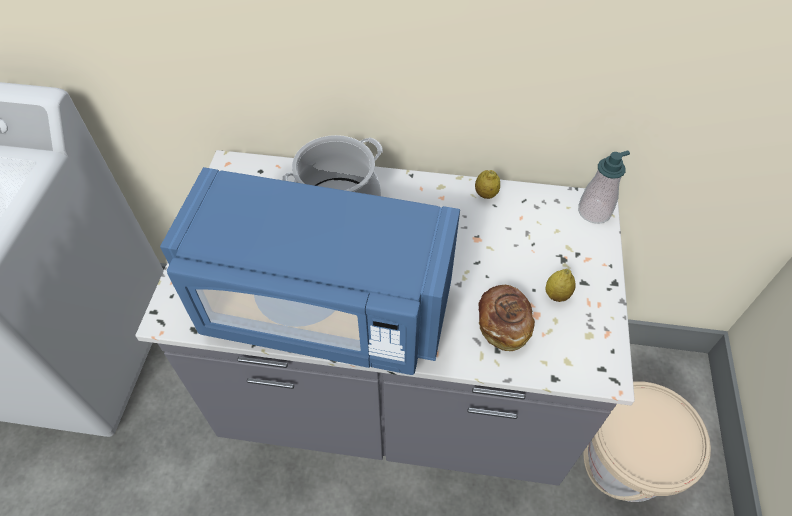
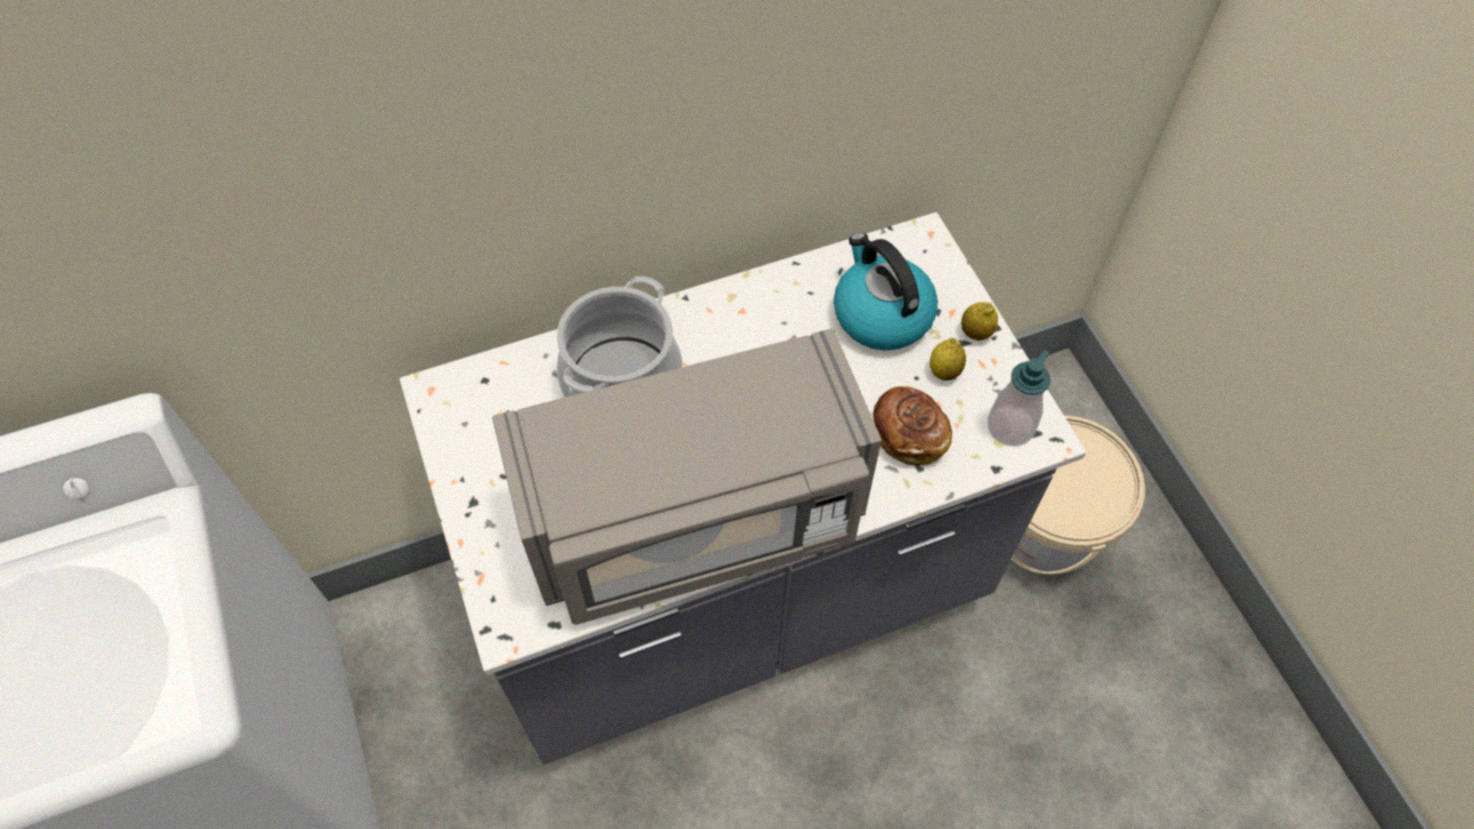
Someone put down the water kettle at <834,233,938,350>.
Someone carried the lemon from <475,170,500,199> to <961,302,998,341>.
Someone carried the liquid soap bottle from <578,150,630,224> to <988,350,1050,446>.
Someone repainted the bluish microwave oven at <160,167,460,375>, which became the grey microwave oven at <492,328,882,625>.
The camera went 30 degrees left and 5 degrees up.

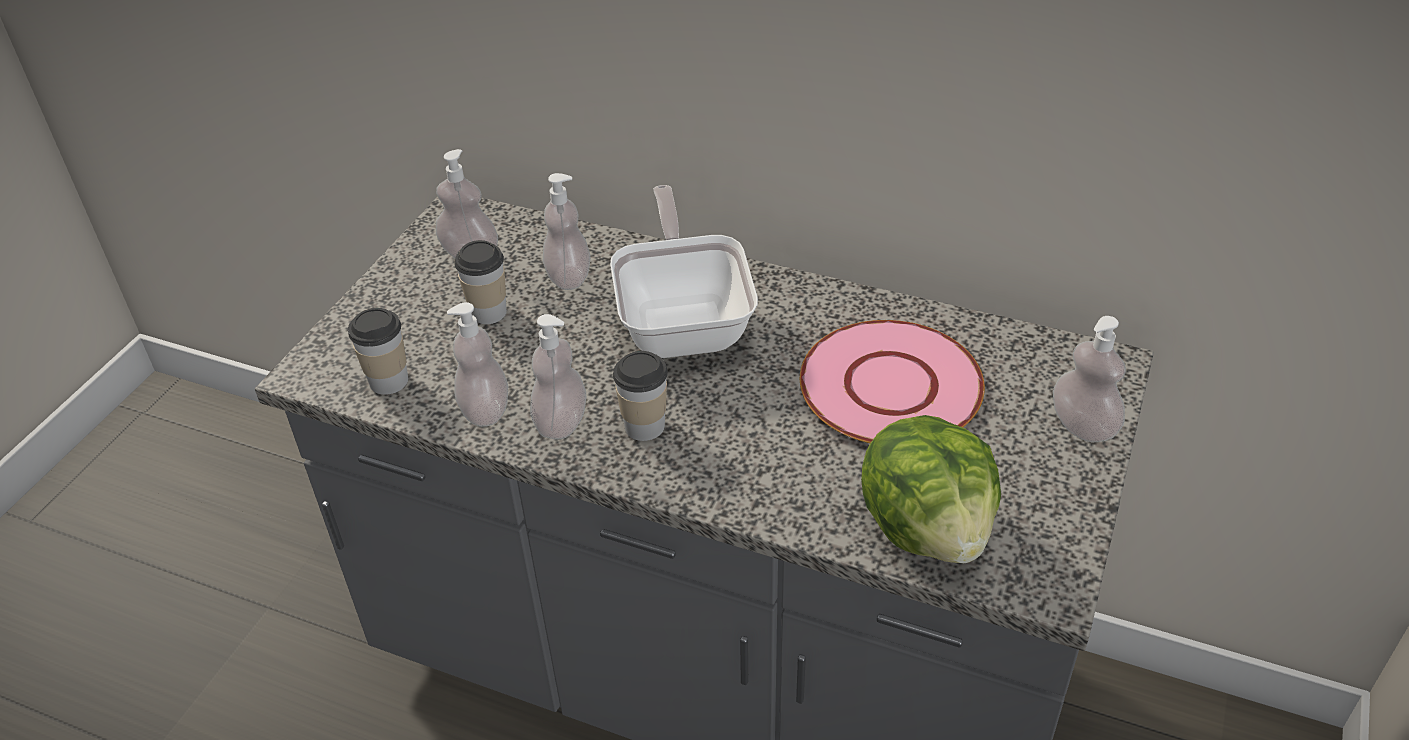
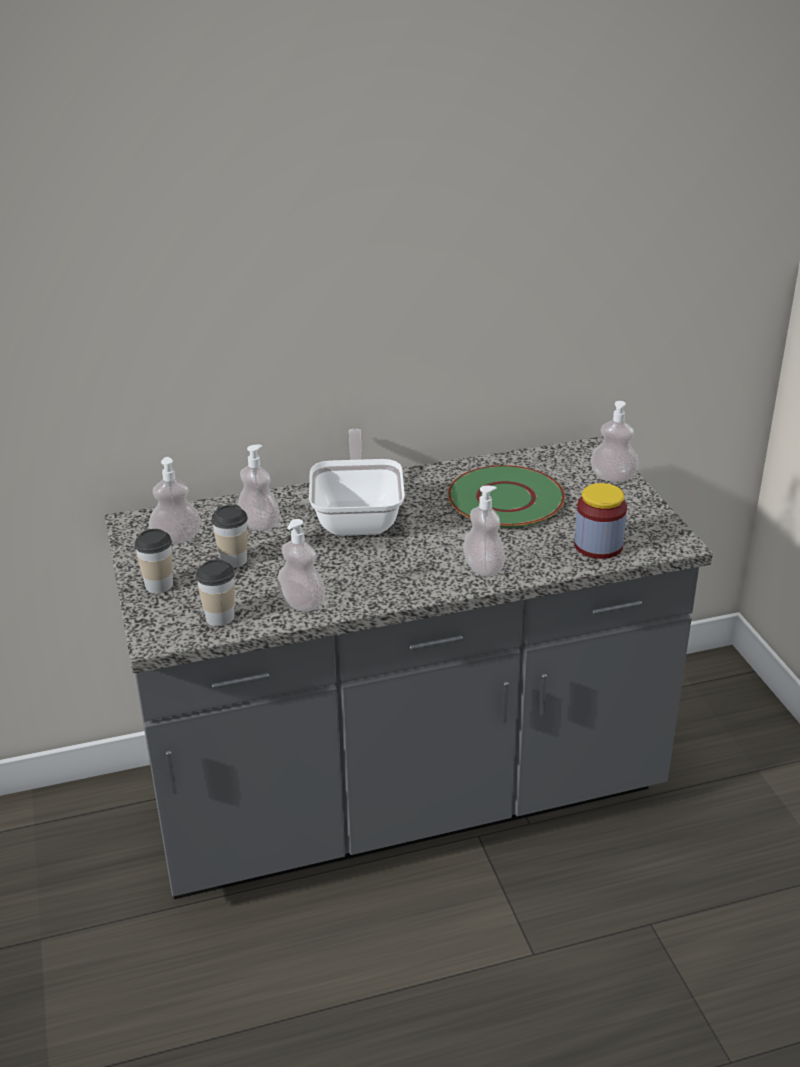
Someone carried the liquid soap bottle from <530,314,586,439> to <463,486,505,577>.
Someone carried the cup from <613,351,668,441> to <134,529,173,593>.
Someone swapped the lettuce at <861,415,1001,563> for the storage jar at <574,483,627,559>.
Someone repainted the pink-coloured plate at <800,320,985,443>, which became the green-coloured plate at <448,465,565,528>.
Someone rotated the skillet at <610,185,758,358> by 45 degrees clockwise.
The camera went 40 degrees left and 10 degrees down.

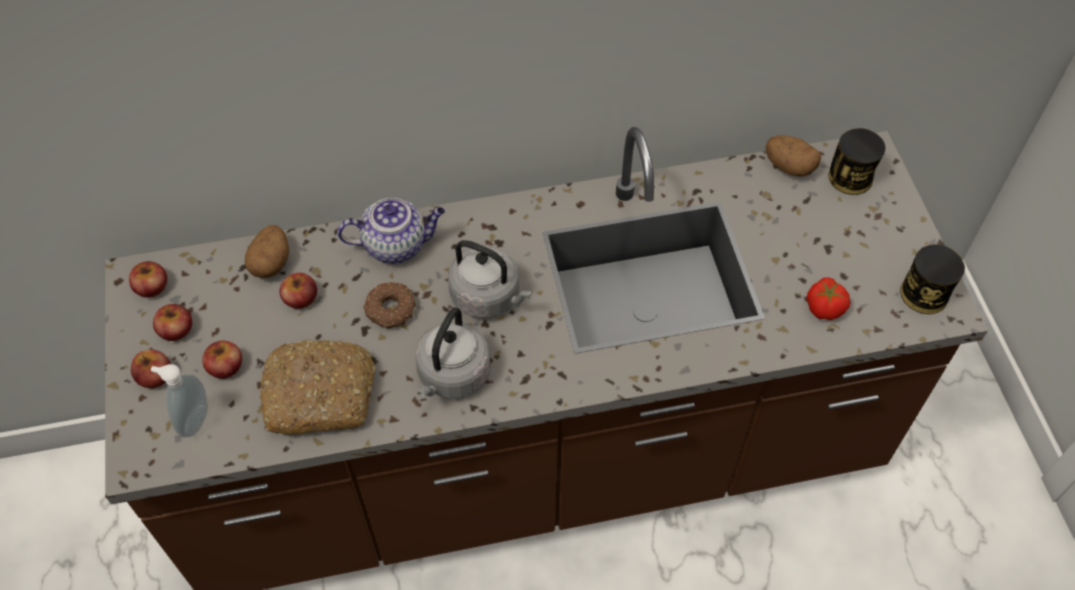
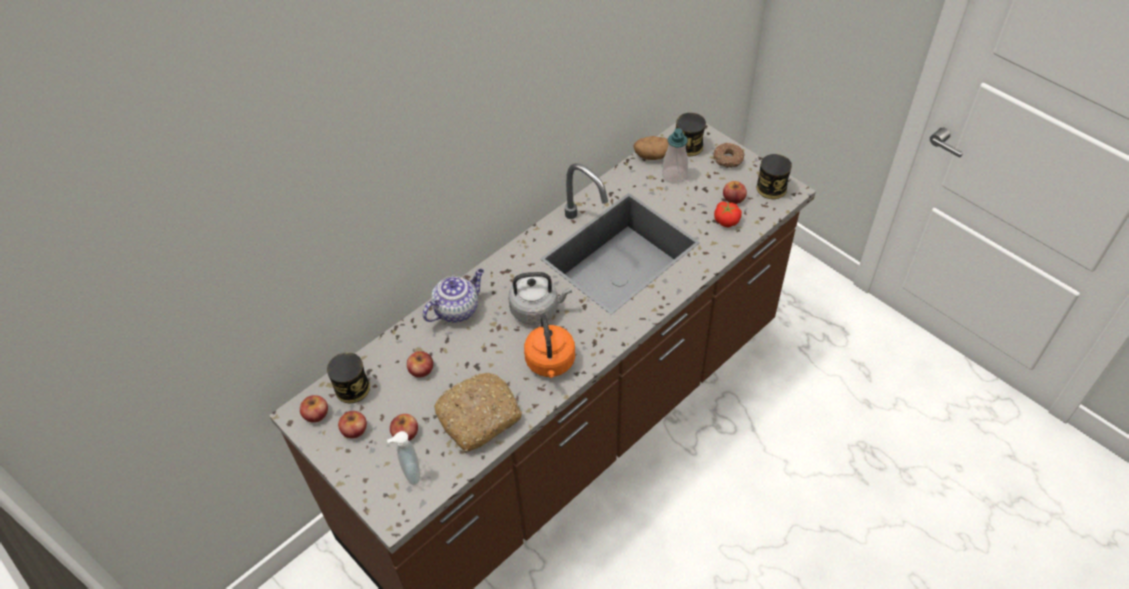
Someone took away the whole potato at <245,225,289,278>.
Someone put down the sealed can at <327,352,370,403>.
Someone put down the liquid soap bottle at <662,128,688,184>.
Someone carried the whole apple from <131,350,171,388> to <723,181,747,204>.
Someone carried the donut from <363,282,416,328> to <713,143,745,168>.
Someone repainted the grey water kettle at <415,307,491,398>, which became the orange water kettle at <524,313,575,378>.
The camera went 30 degrees left and 5 degrees down.

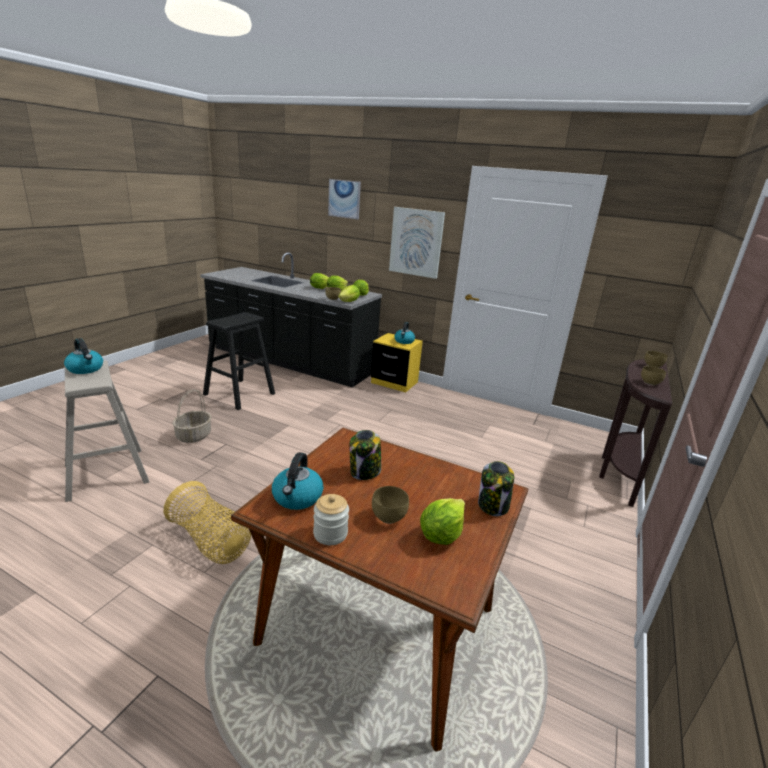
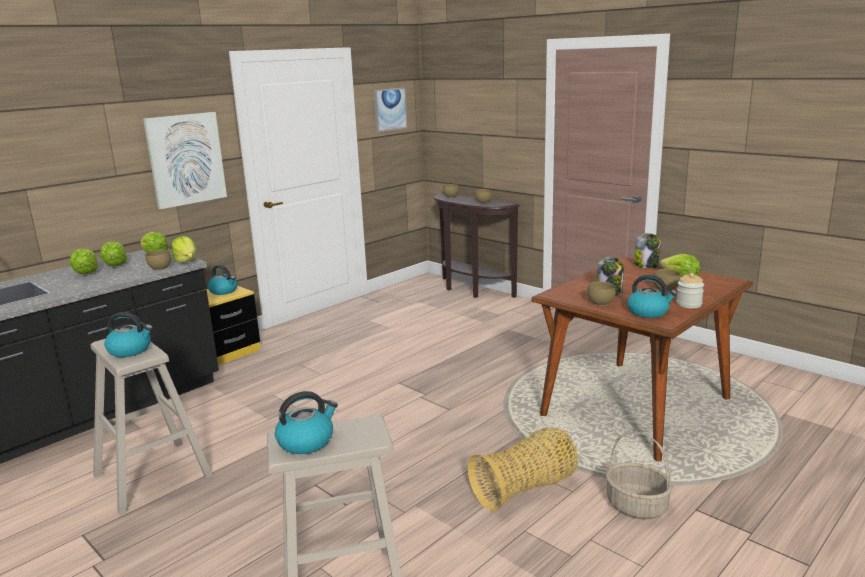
Someone put down the water kettle at <104,312,153,357>.
Someone put down the brownish deep dish at <587,282,616,306>.
Someone carried the basket from <173,389,212,443> to <605,431,673,519>.
Someone carried the wall art from <328,179,361,219> to <374,88,407,132>.
Someone repainted the blackish stool at <203,312,275,410>, which became the beige stool at <91,339,213,515>.
The camera went 70 degrees left and 5 degrees down.

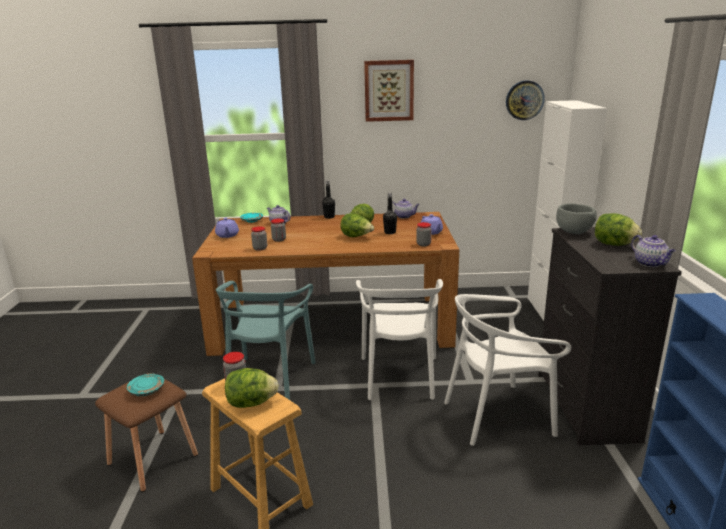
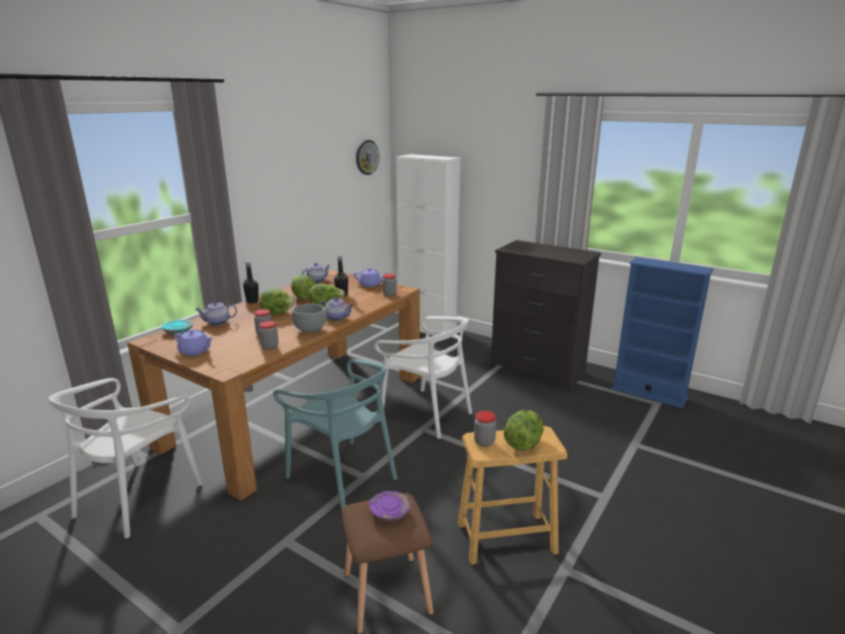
Someone took away the wall art at <364,60,414,122>.
Someone carried the whitish plain chair from <444,294,571,446> to <48,378,203,538>.
Someone carried the grey deep dish from <556,203,597,234> to <292,304,327,332>.
Someone carried the lettuce from <595,213,642,246> to <260,289,296,315>.
Someone carried the tea pot from <631,235,676,267> to <319,297,354,321>.
Someone repainted the turquoise-coloured plate at <127,374,164,396>, which became the purple-coloured plate at <369,491,411,521>.
The camera went 55 degrees left and 0 degrees up.

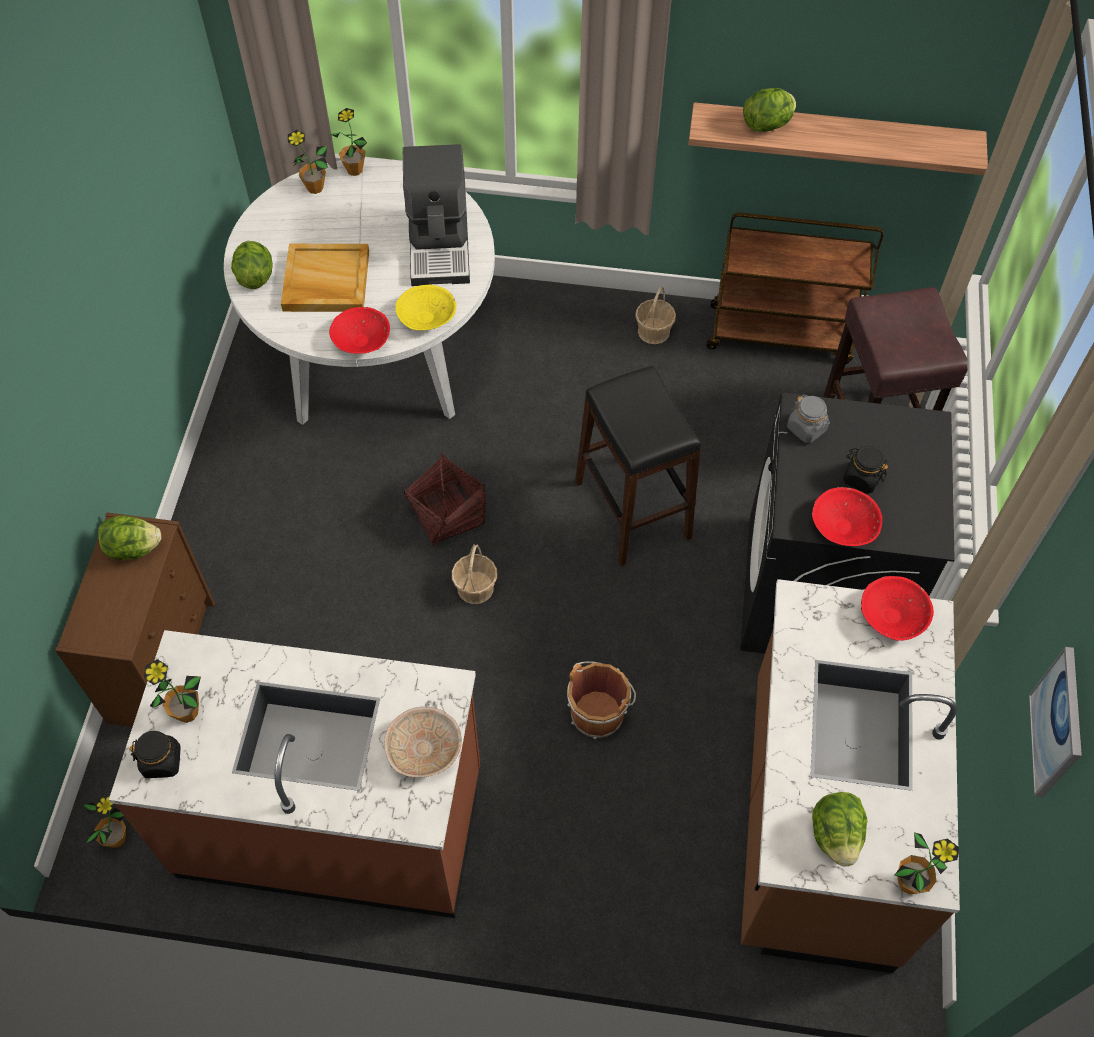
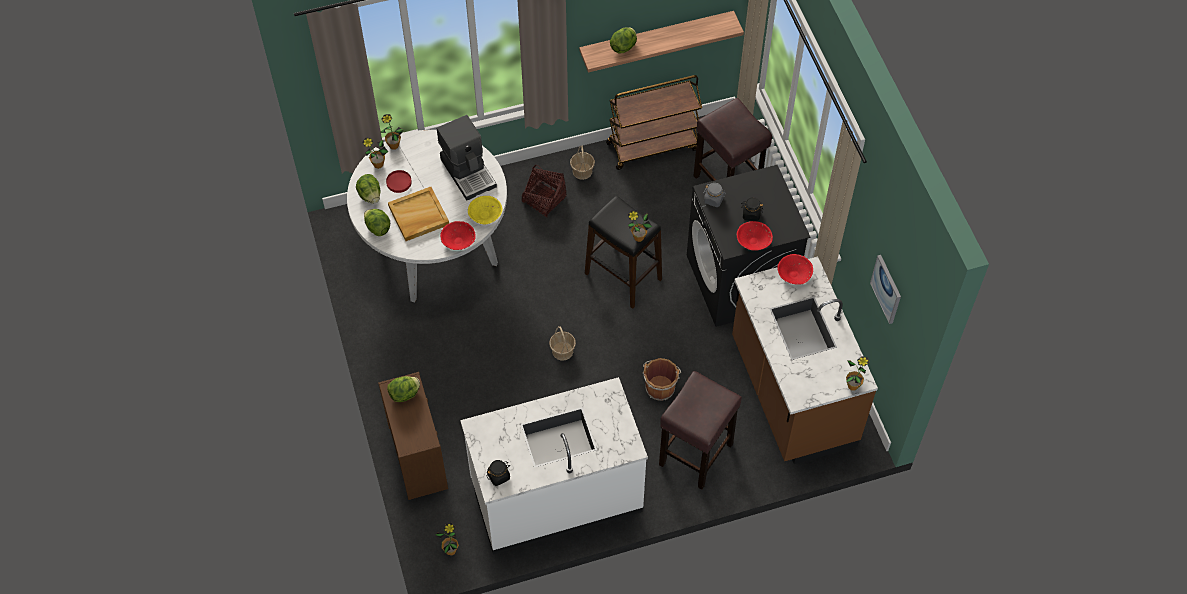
Someone took away the beige deep dish at <384,707,462,778>.
Someone put down the red plate at <386,170,412,193>.
Someone put down the brownish stool at <659,371,742,490>.
Someone carried the potted plant from <144,659,201,723> to <628,210,652,242>.
Someone carried the basket from <403,453,486,547> to <522,165,567,217>.
Someone carried the lettuce from <812,792,867,866> to <356,174,380,203>.
Someone repainted the brownish kitchen counter at <109,630,480,918>, which became the whitish kitchen counter at <460,377,648,555>.
The camera went 25 degrees left and 0 degrees up.

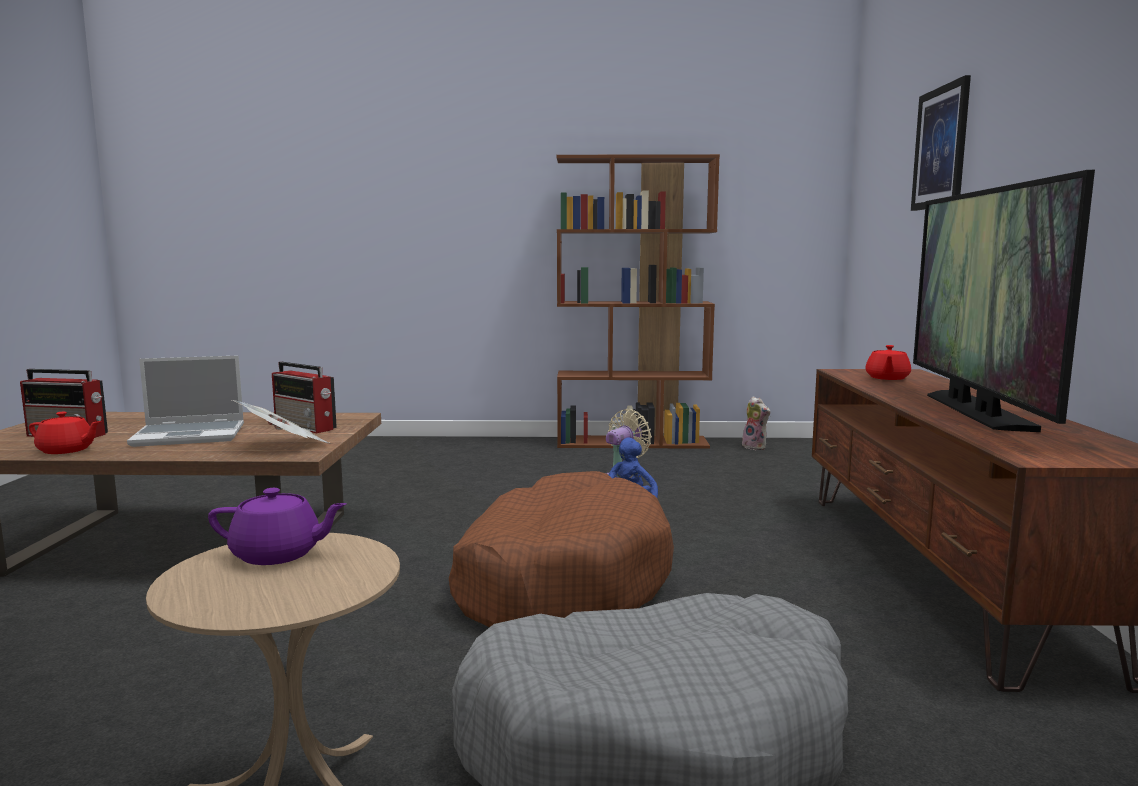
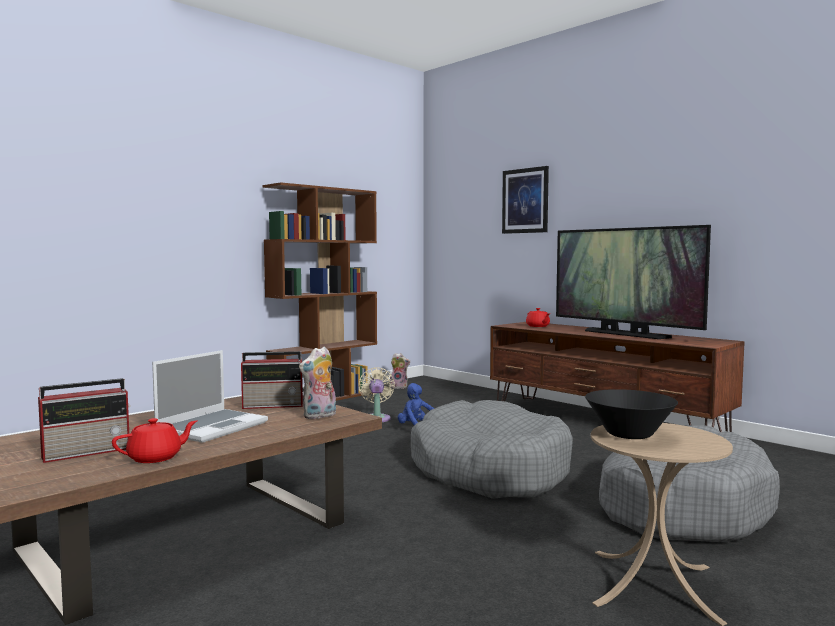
Someone swapped the purple-coloured tea pot at <208,488,346,565> for the blackish deep dish at <585,389,678,439>.
Someone swapped the newspaper at <232,400,329,443> for the soft toy at <299,347,336,419>.
Someone repainted the brownish dog cushion at <449,471,674,627>, which became the grey dog cushion at <411,400,573,499>.
The camera went 45 degrees left and 5 degrees down.

